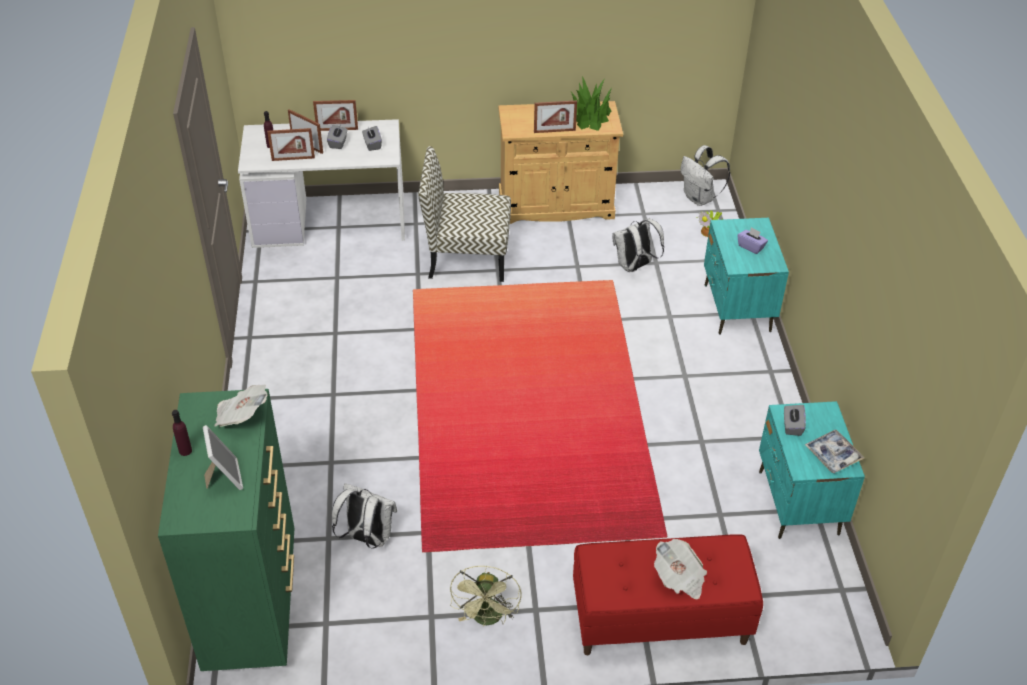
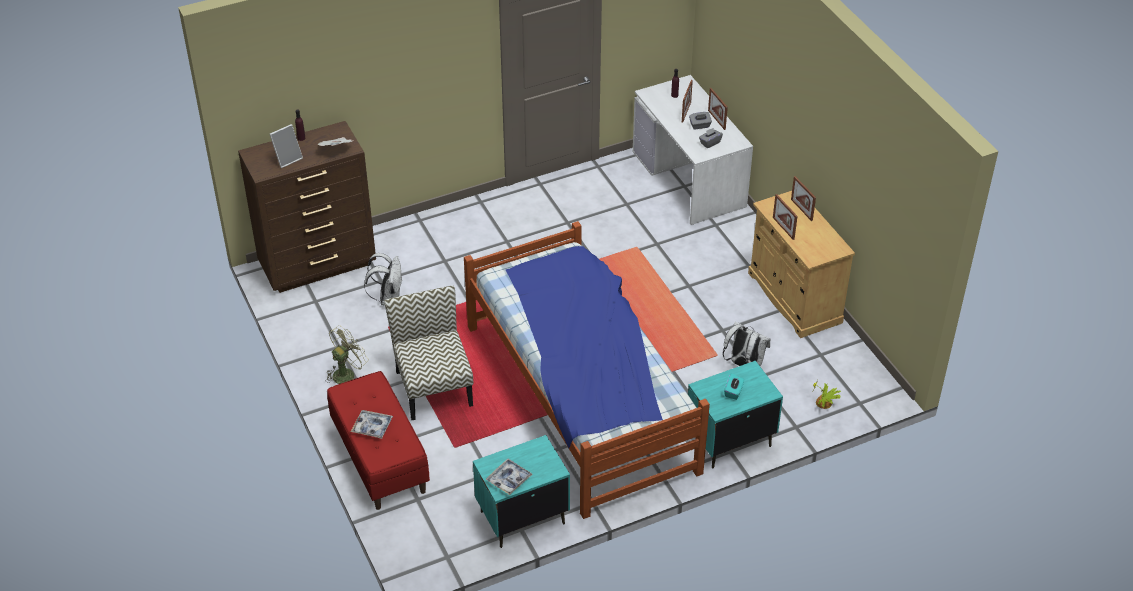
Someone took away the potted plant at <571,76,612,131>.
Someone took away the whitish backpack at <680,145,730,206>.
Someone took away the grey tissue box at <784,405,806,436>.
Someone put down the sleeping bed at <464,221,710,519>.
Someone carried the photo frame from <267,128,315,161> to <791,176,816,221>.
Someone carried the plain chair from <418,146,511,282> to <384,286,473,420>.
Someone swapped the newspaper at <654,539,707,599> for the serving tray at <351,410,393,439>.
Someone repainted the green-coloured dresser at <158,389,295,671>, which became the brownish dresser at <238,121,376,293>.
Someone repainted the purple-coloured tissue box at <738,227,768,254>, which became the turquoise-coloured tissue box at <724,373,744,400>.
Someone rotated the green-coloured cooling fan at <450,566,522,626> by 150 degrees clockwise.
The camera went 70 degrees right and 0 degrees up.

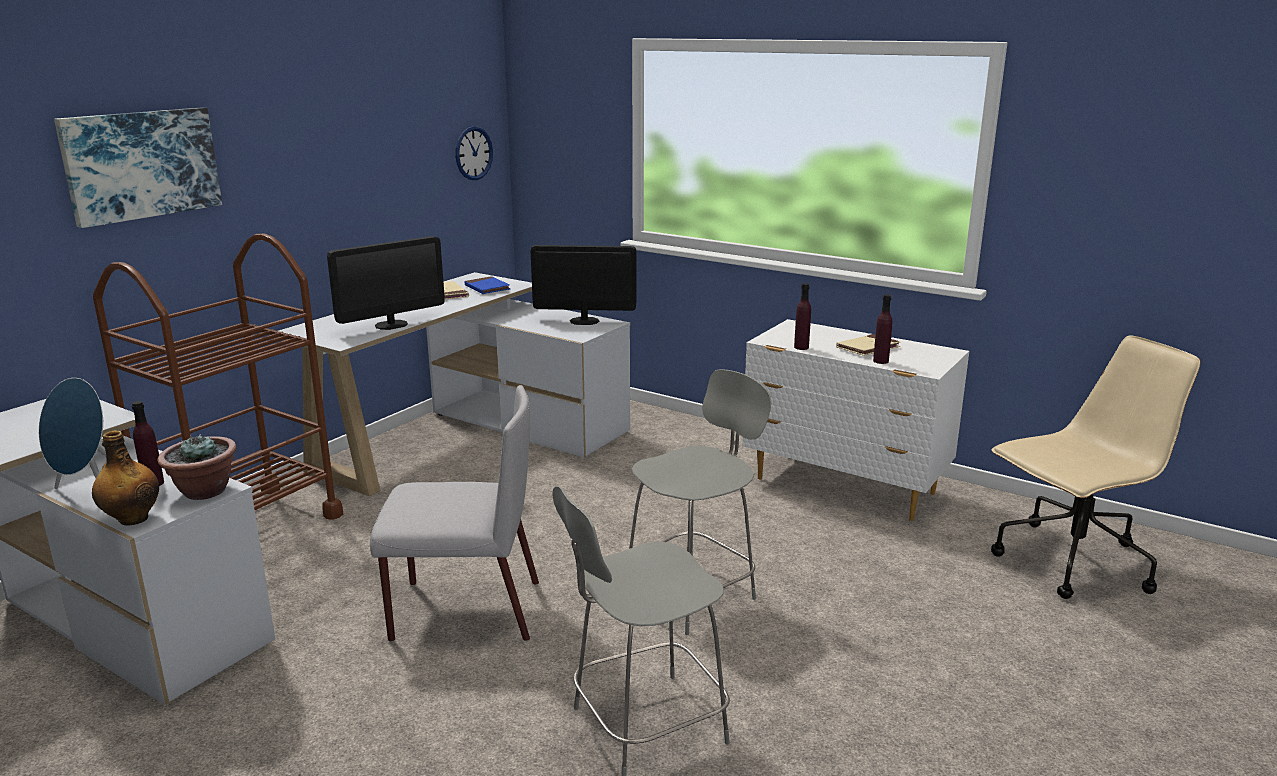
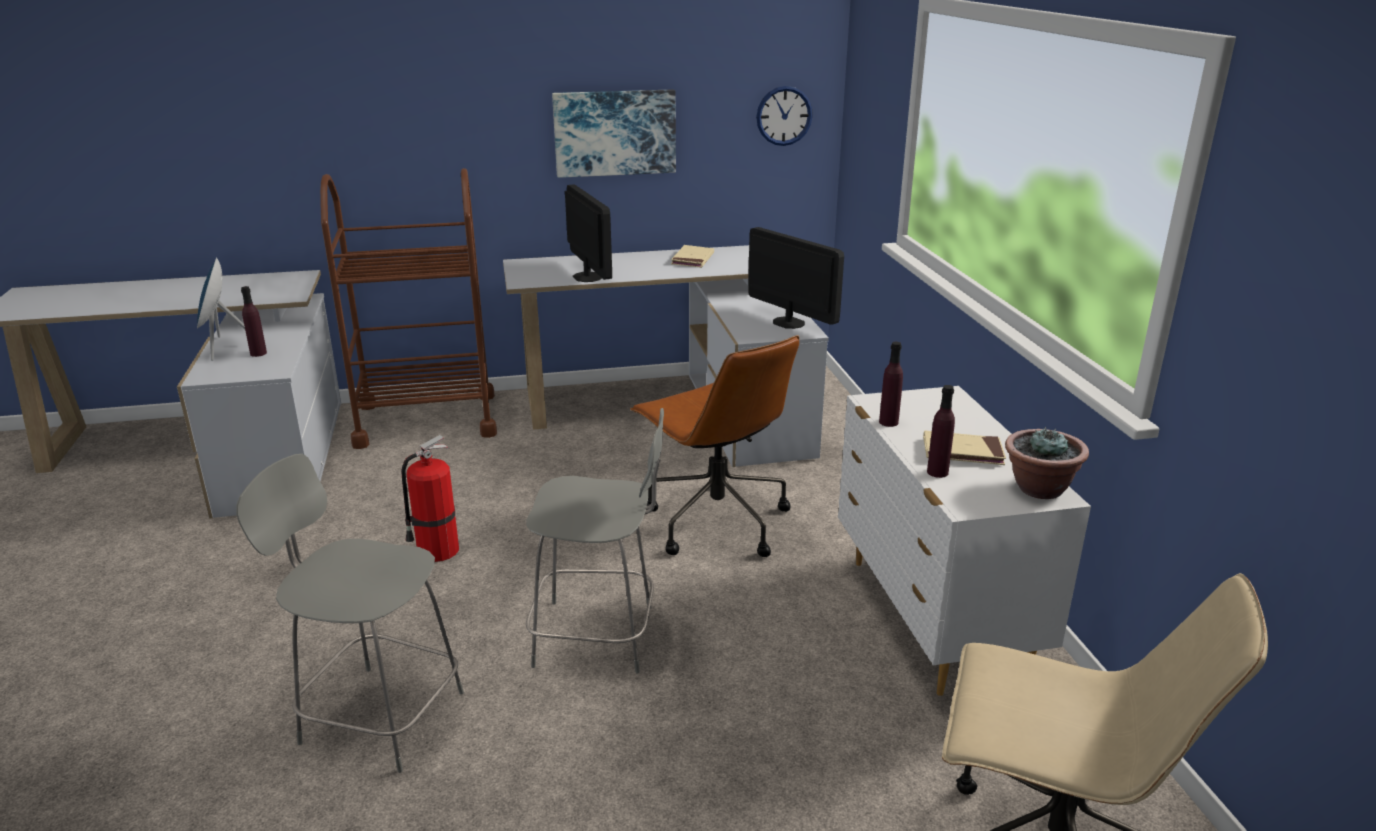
Someone took away the drink bottle at <92,430,159,526>.
Someone took away the bluish bound book at <465,276,510,294>.
Someone put down the brownish office chair at <630,335,799,557>.
Someone carried the wall art from <54,107,222,228> to <552,89,676,178>.
Someone carried the potted plant from <157,434,236,500> to <1005,427,1089,499>.
Someone swapped the grey plain chair at <370,385,539,642> for the fire-fighting cylinder at <401,435,459,562>.
Someone rotated the computer display at <327,236,445,330> by 120 degrees counterclockwise.
The camera went 45 degrees right and 5 degrees up.

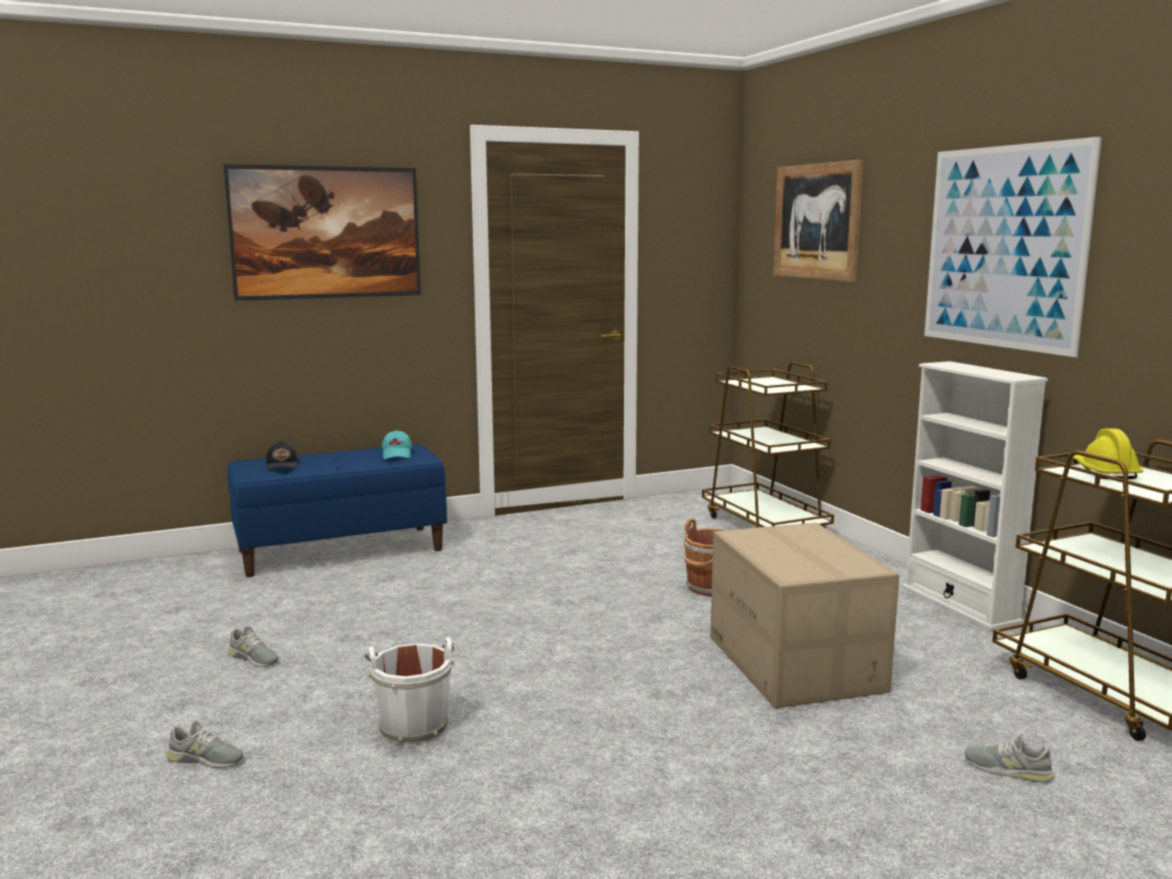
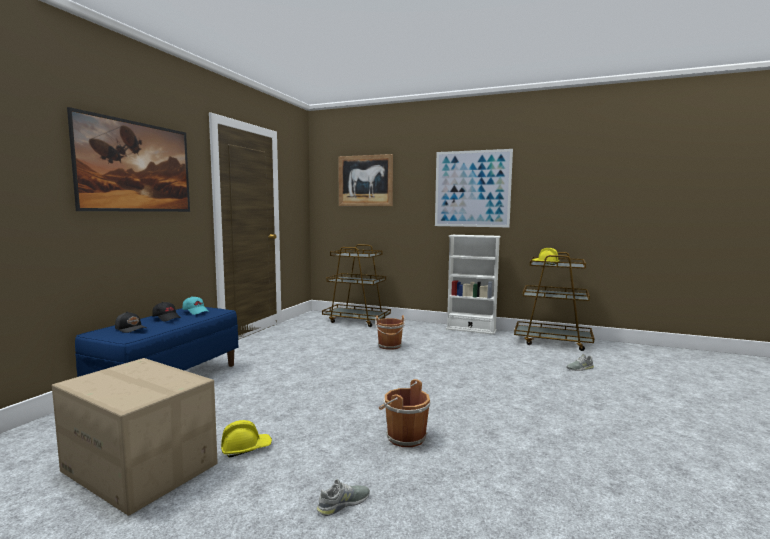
Someone put down the blackish peaked cap at <152,302,181,322>.
Someone carried the packing box from <710,523,899,708> to <52,358,218,516>.
Someone swapped the grey item of footwear at <228,626,279,667> for the yellow hard hat at <221,420,272,457>.
Someone repainted the whitish water bucket at <364,637,454,745>, which became the brownish water bucket at <379,379,430,447>.
The camera went 45 degrees left and 5 degrees down.

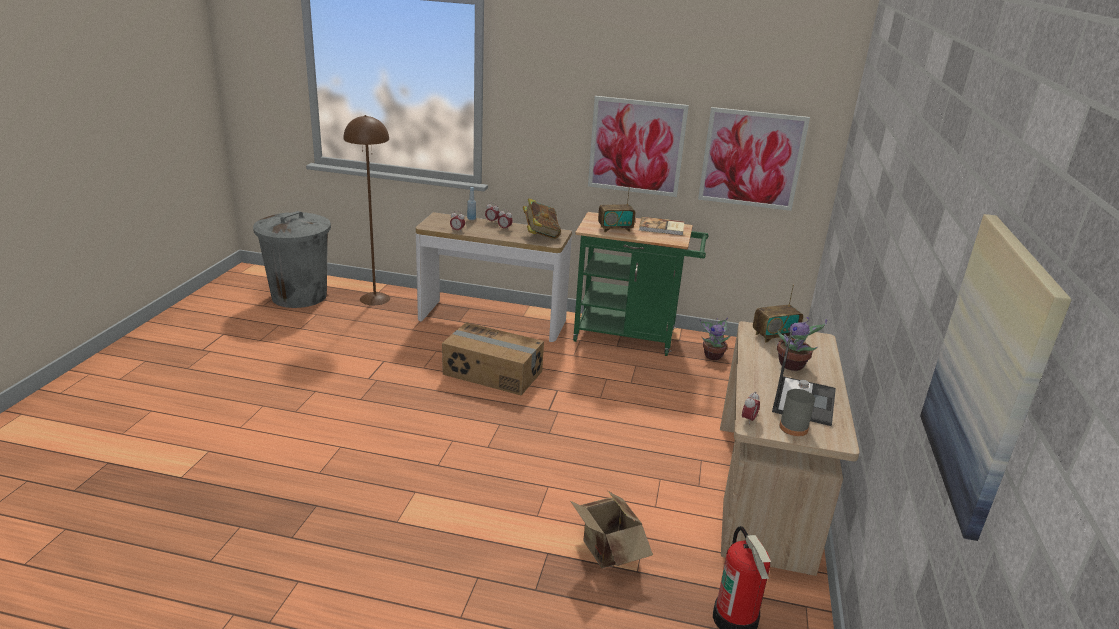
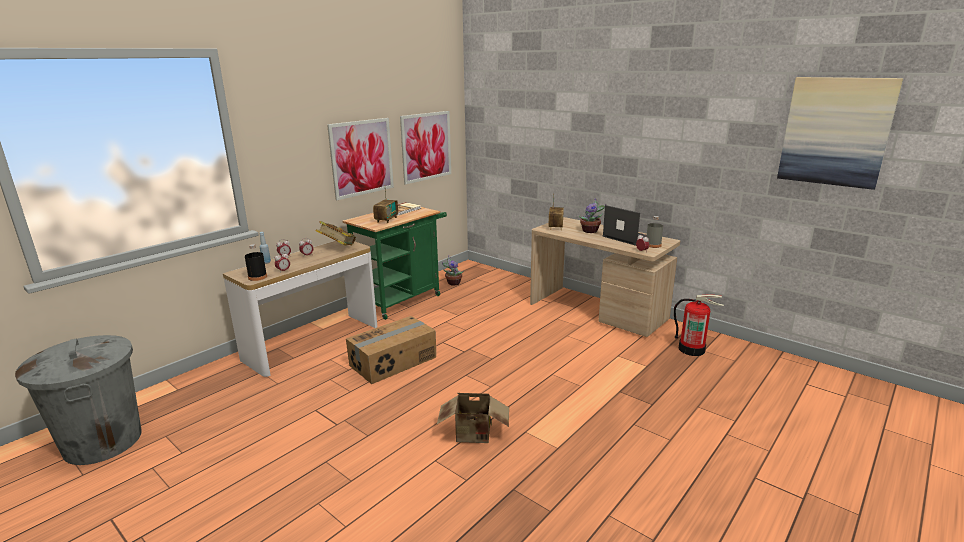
Someone took away the brownish standard lamp at <344,115,390,305>.
Someone put down the blackish drink bottle at <245,244,267,281>.
Someone carried the packing box from <570,491,653,568> to <437,393,509,443>.
The camera went 60 degrees left and 5 degrees down.

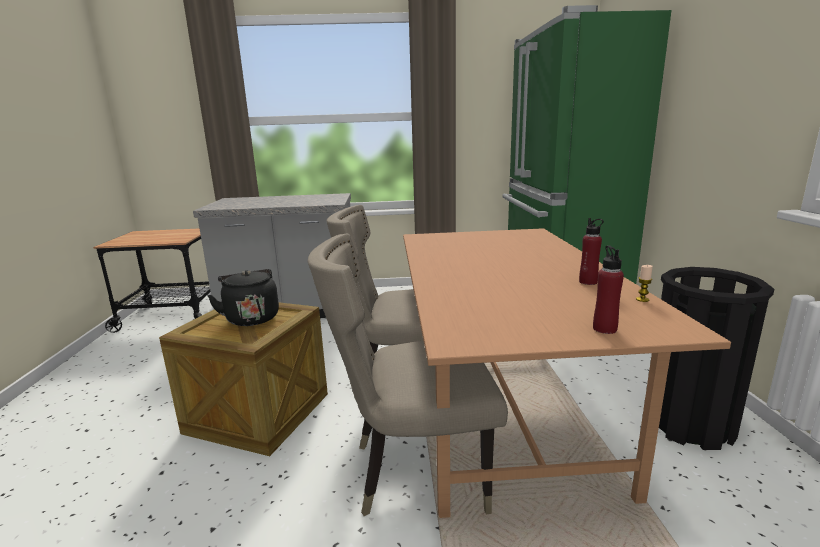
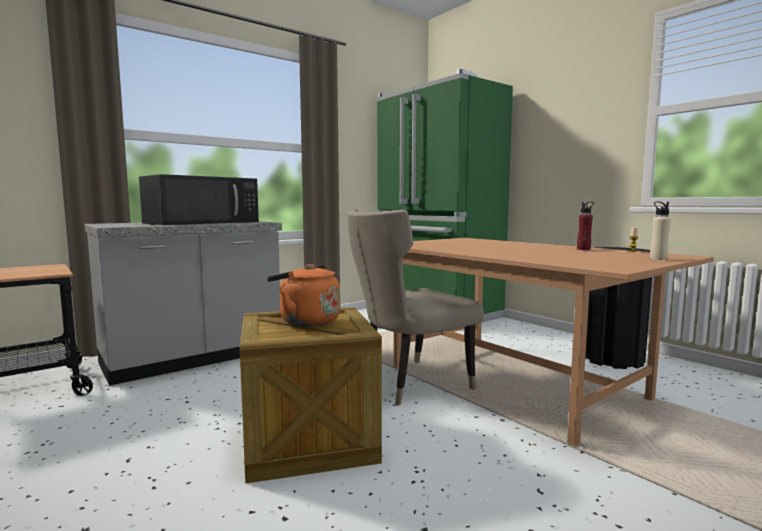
Someone took away the beige plain chair at <308,234,508,516>.
Someone put down the blackish microwave oven at <139,174,259,225>.
Someone repainted the blackish water kettle at <207,269,279,326>, which became the orange water kettle at <267,264,340,327>.
Someone repainted the red drink bottle at <593,246,624,334>, which became the beige drink bottle at <650,201,671,260>.
The camera went 35 degrees left and 10 degrees down.

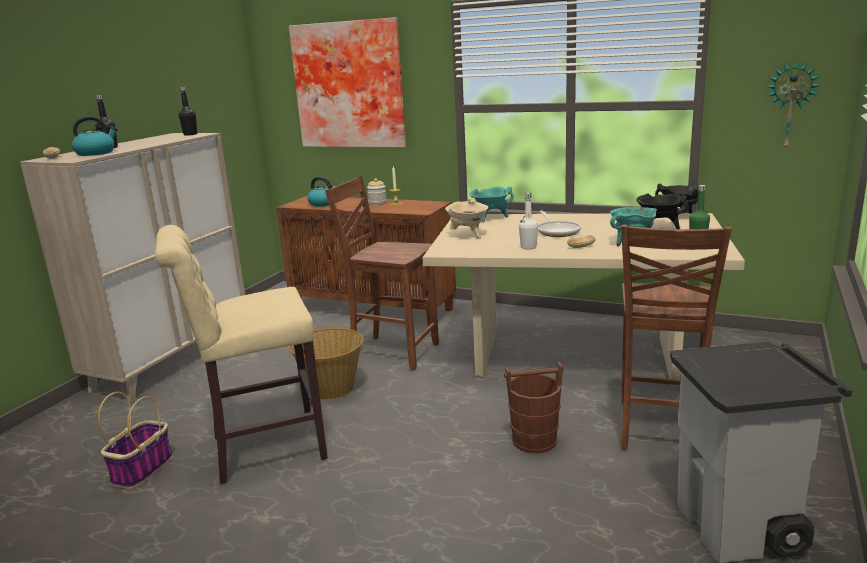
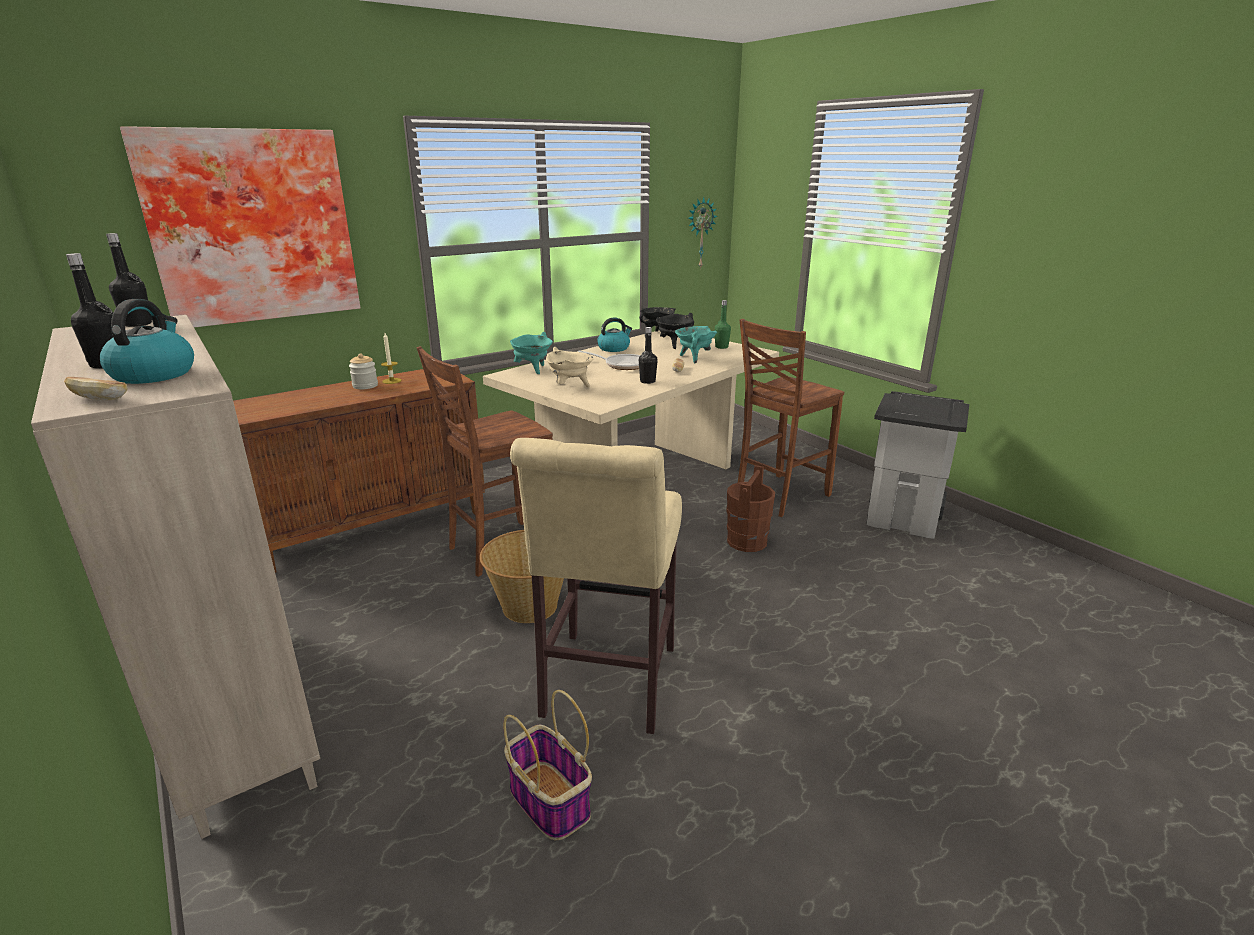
Someone carried the water kettle from <308,176,335,207> to <597,317,632,352>.
Someone repainted the whitish drink bottle at <519,193,538,250>, which became the blackish drink bottle at <639,327,658,384>.
Someone rotated the brownish plain chair at <621,225,732,451> by 90 degrees clockwise.
The camera went 60 degrees left and 5 degrees up.

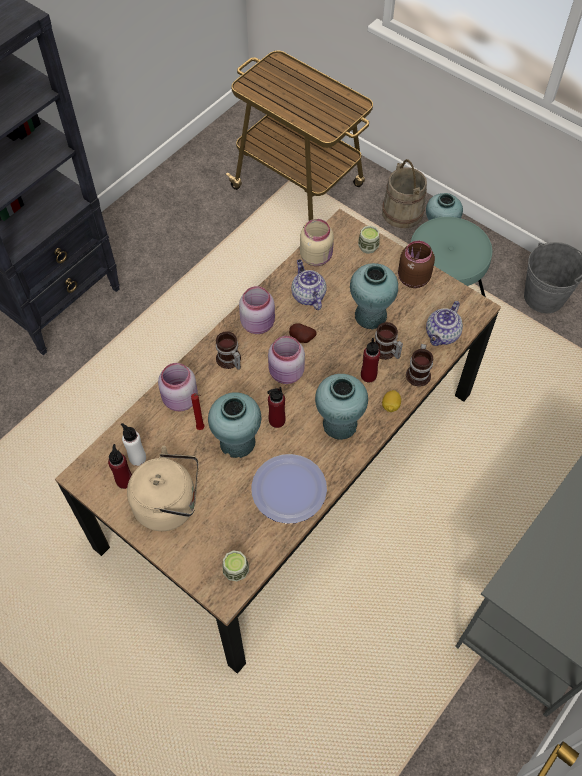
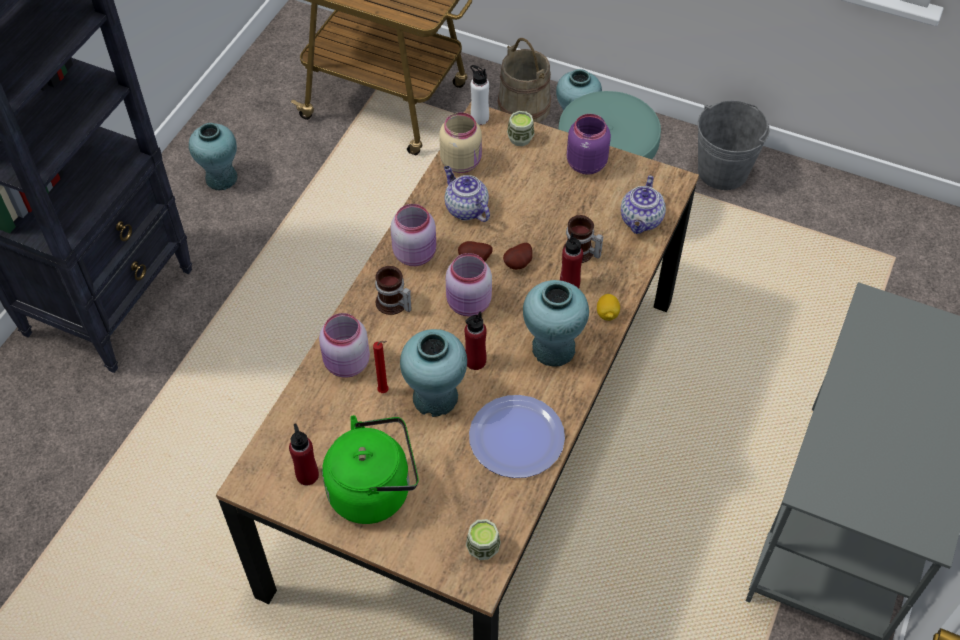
Someone took away the mug at <406,344,433,387>.
Someone put down the whole potato at <503,243,532,270>.
Someone carried the whitish drink bottle from <121,423,146,466> to <470,65,489,125>.
Someone carried the turquoise-coloured vase from <350,263,398,330> to <189,123,238,191>.
Someone repainted the beige water kettle at <127,446,199,531>, which became the green-coloured water kettle at <322,415,419,524>.
Someone repainted the brownish storage jar at <398,241,435,288>, which became the purple-coloured storage jar at <567,114,611,175>.
The camera went 15 degrees left and 5 degrees down.

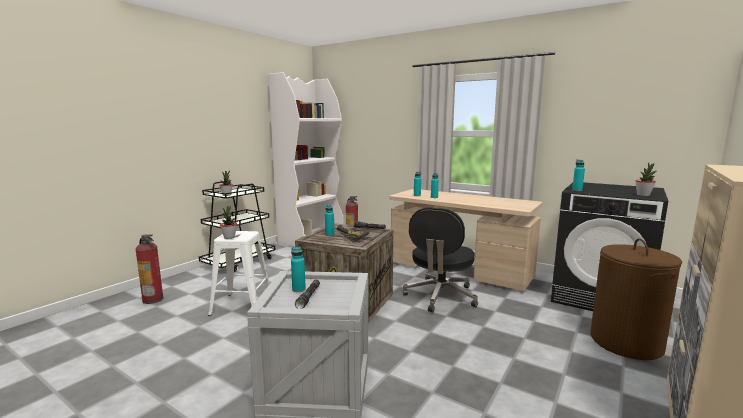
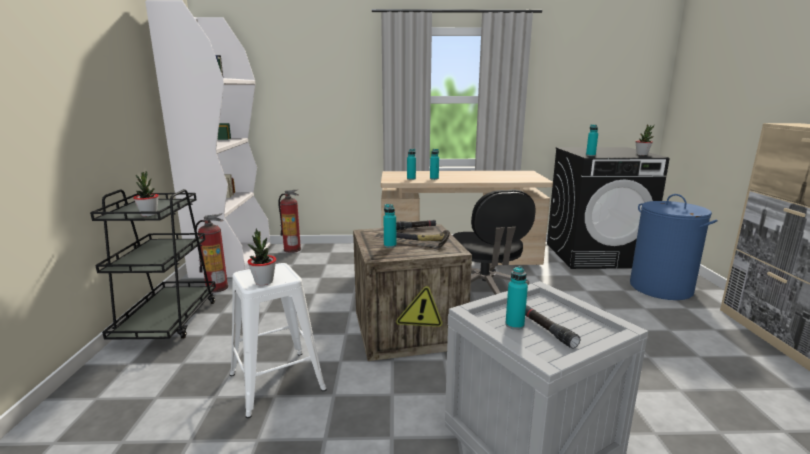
Someone carried the fire-fighting cylinder from <135,234,164,304> to <195,213,228,293>.
Someone repainted the brownish washing basket at <590,238,682,360>, which became the bluish washing basket at <630,194,717,300>.
The camera went 35 degrees left and 5 degrees up.

